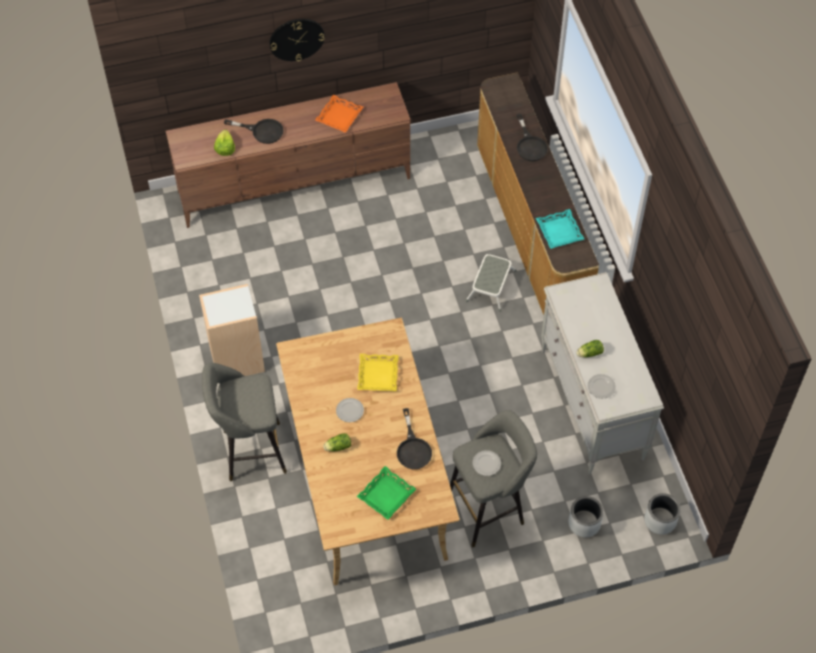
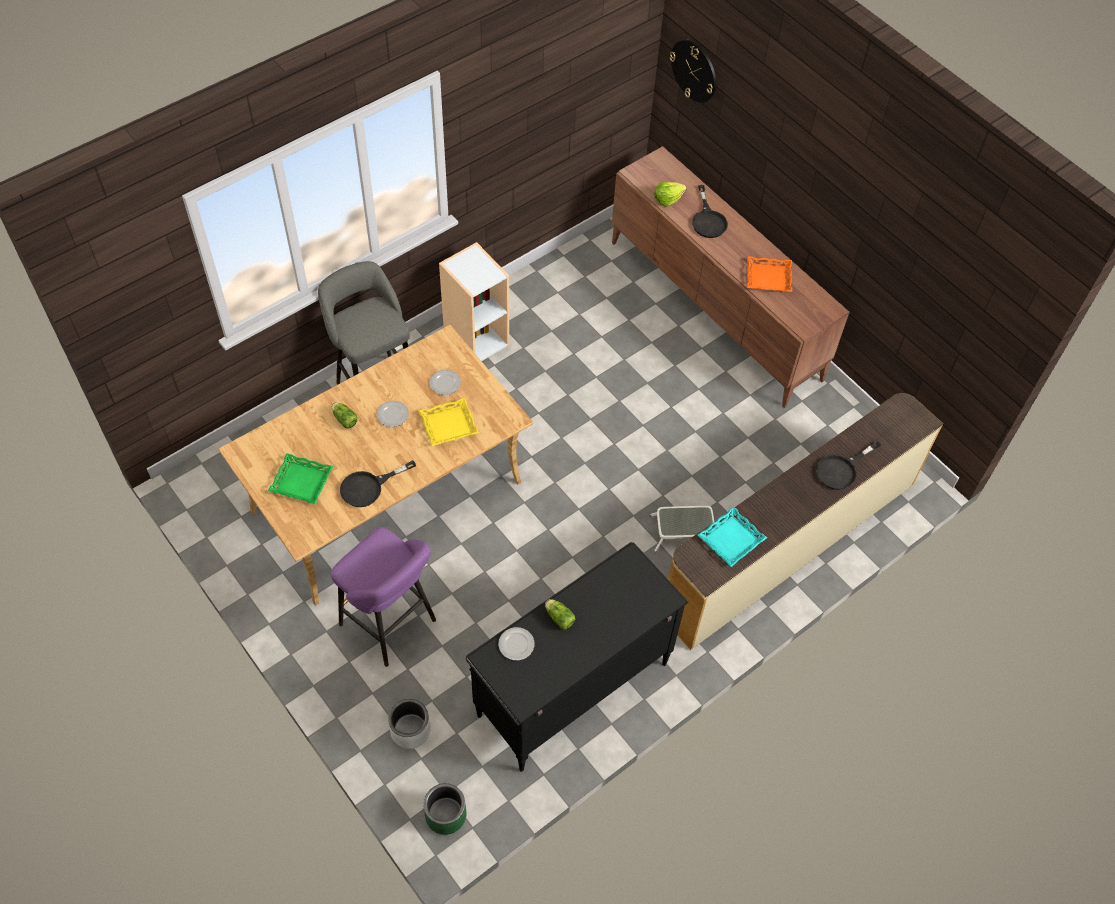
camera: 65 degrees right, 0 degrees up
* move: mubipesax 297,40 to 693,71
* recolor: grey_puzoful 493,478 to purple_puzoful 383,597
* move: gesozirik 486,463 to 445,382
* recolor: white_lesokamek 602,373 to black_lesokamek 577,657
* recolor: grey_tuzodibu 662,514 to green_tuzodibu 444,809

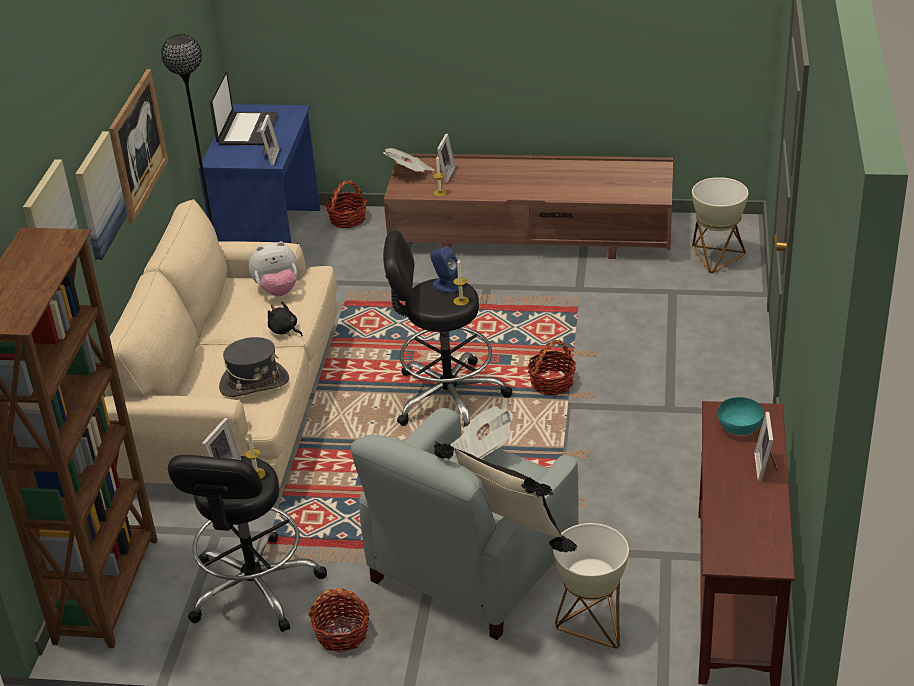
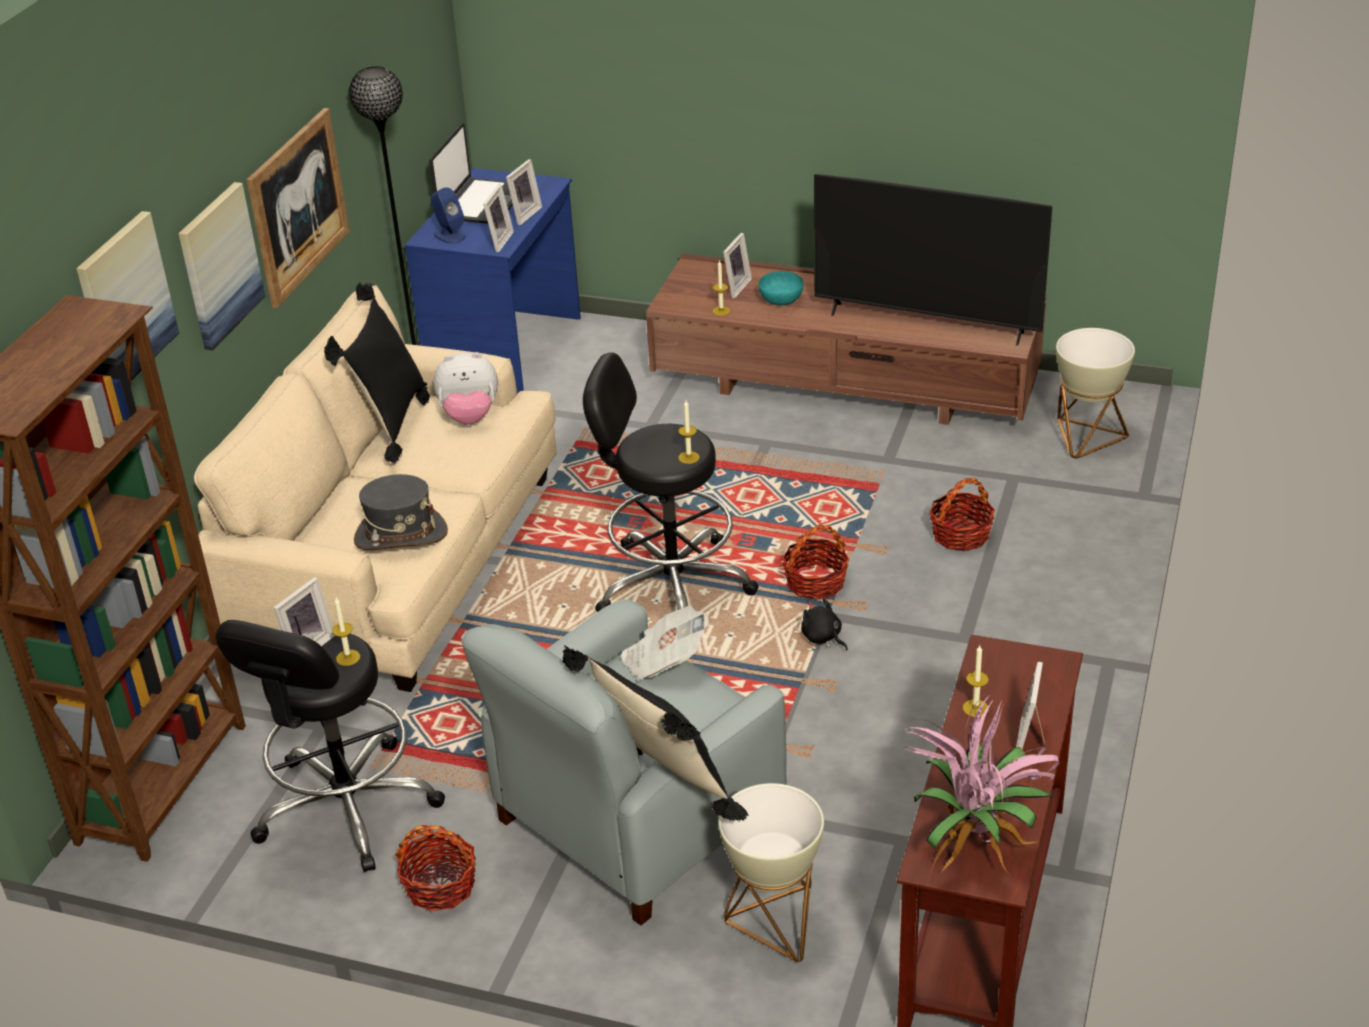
camera: 10 degrees right, 0 degrees up
* move: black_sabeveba 285,318 to 824,624
* move: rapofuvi 346,204 to 962,514
* delete: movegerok 409,160
* move: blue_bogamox 444,269 to 448,215
* move: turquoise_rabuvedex 741,416 to 781,288
* insert: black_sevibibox 377,373
* insert: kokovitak 524,192
* insert: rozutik 933,260
* insert: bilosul 982,783
* insert: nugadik 976,681

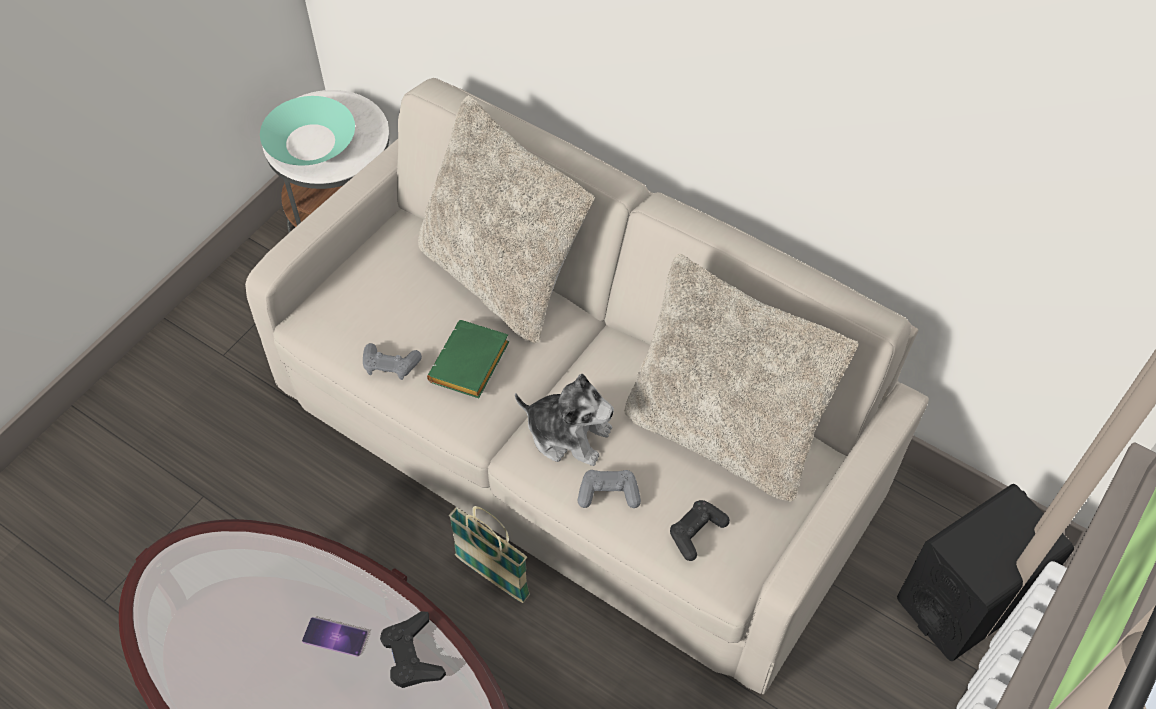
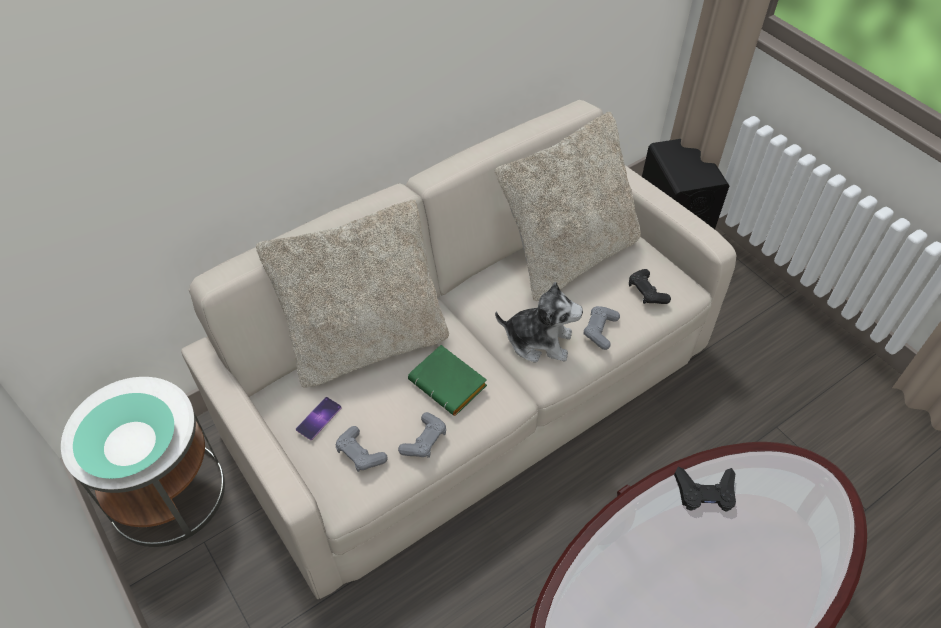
camera: 70 degrees left, 5 degrees down
* move: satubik 335,637 to 319,418
* delete: rapofuvi 489,554
* rotate: sabeveba 564,420 = 539,322 60 degrees clockwise
* insert: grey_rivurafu 361,449

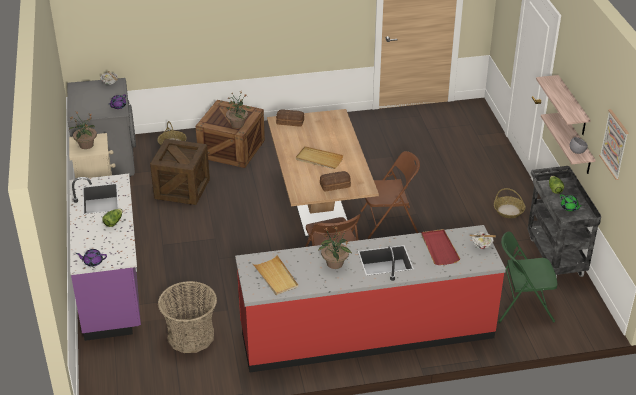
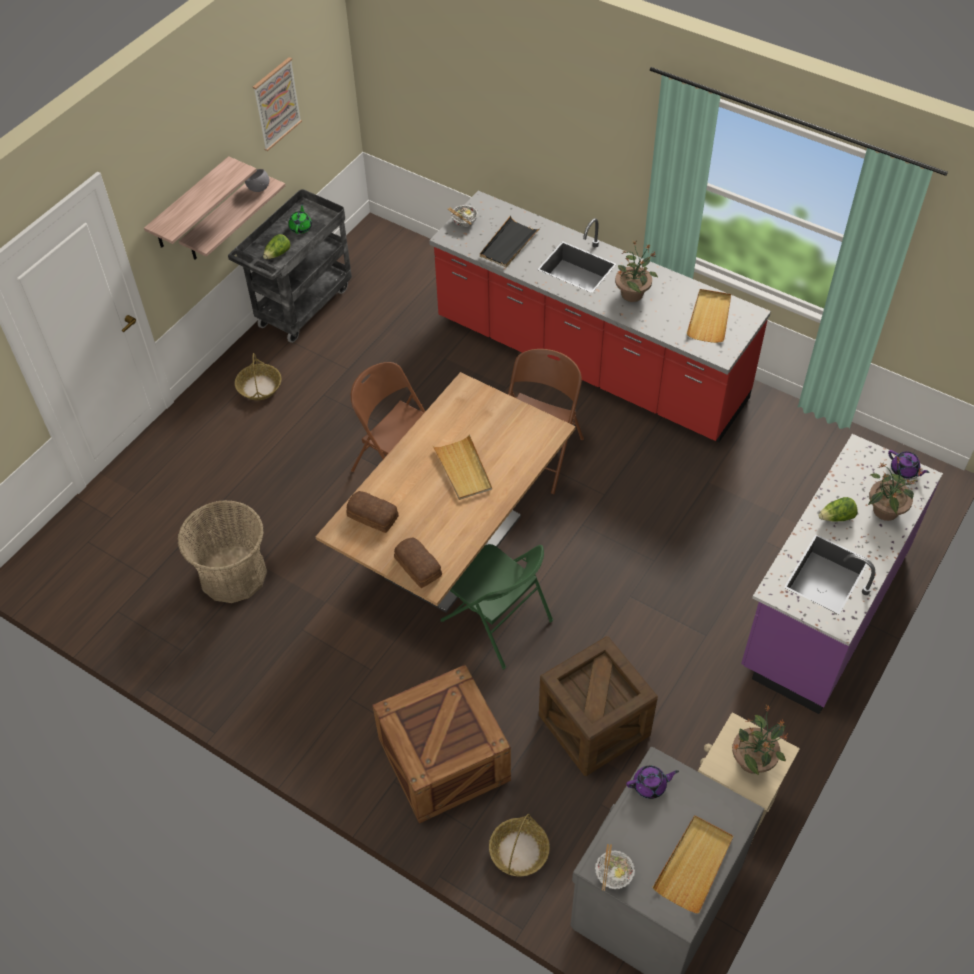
camera: 135 degrees left, 15 degrees up
* move: rapofuvi 187,317 to 222,551
* move: bilosul 238,109 to 895,488
* move: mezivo 335,181 to 373,512
* recolor: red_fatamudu 440,247 to black_fatamudu 510,242
* move: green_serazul 527,277 to 496,607
* insert: beige_fatamudu 692,864

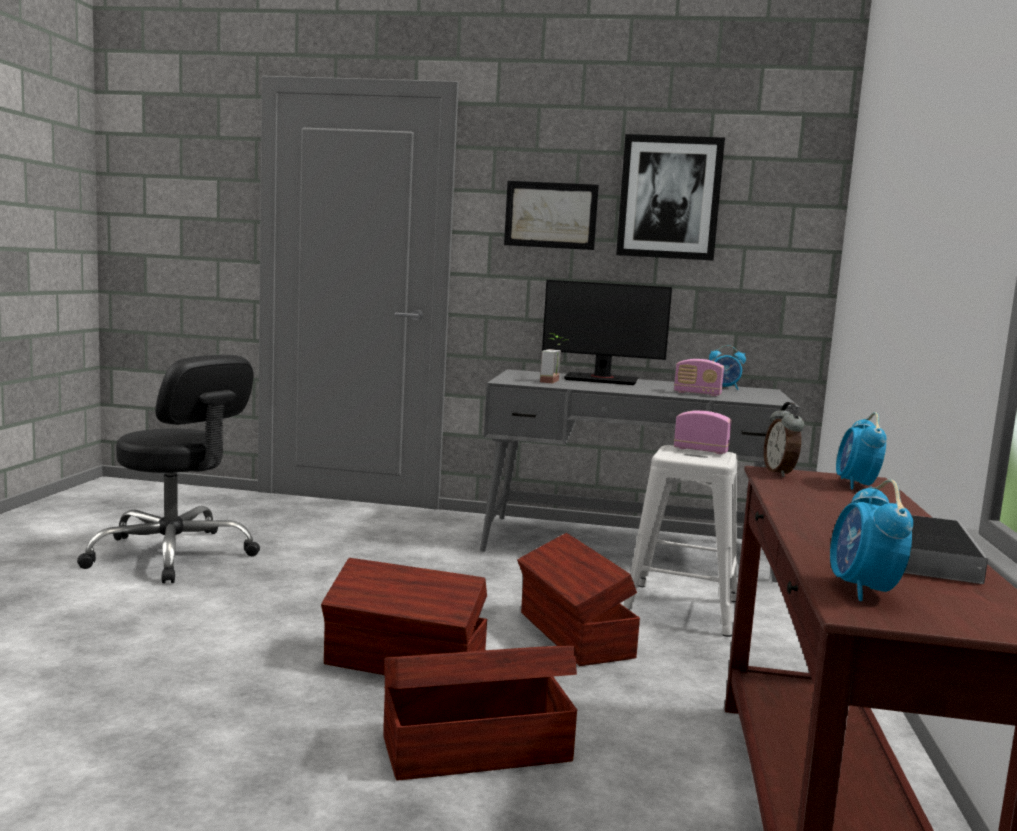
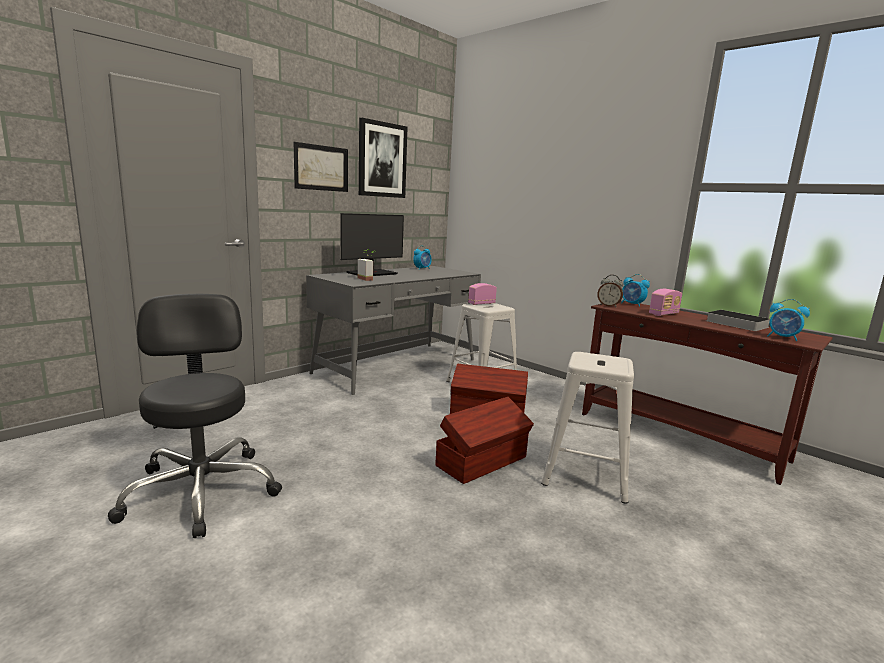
camera: 55 degrees left, 5 degrees up
* rotate: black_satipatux 168,469 = 195,416 90 degrees counterclockwise
* replace: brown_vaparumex 480,713 to white_puzoful 587,428
* move: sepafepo 699,377 to 665,302

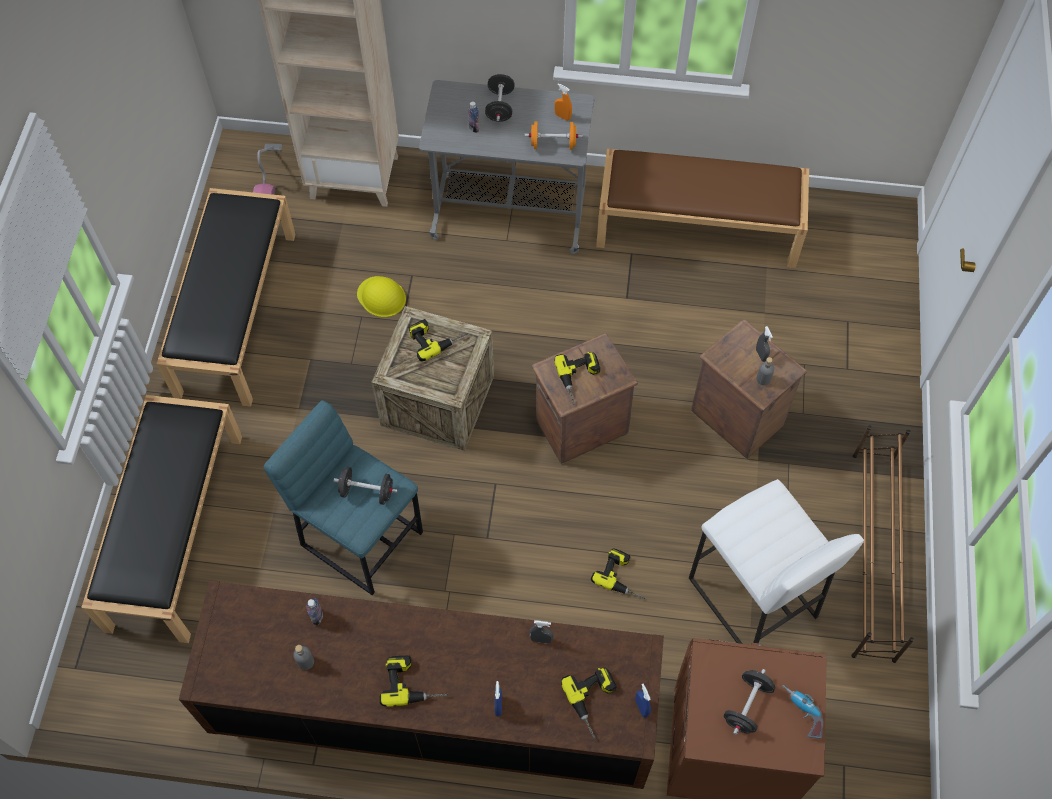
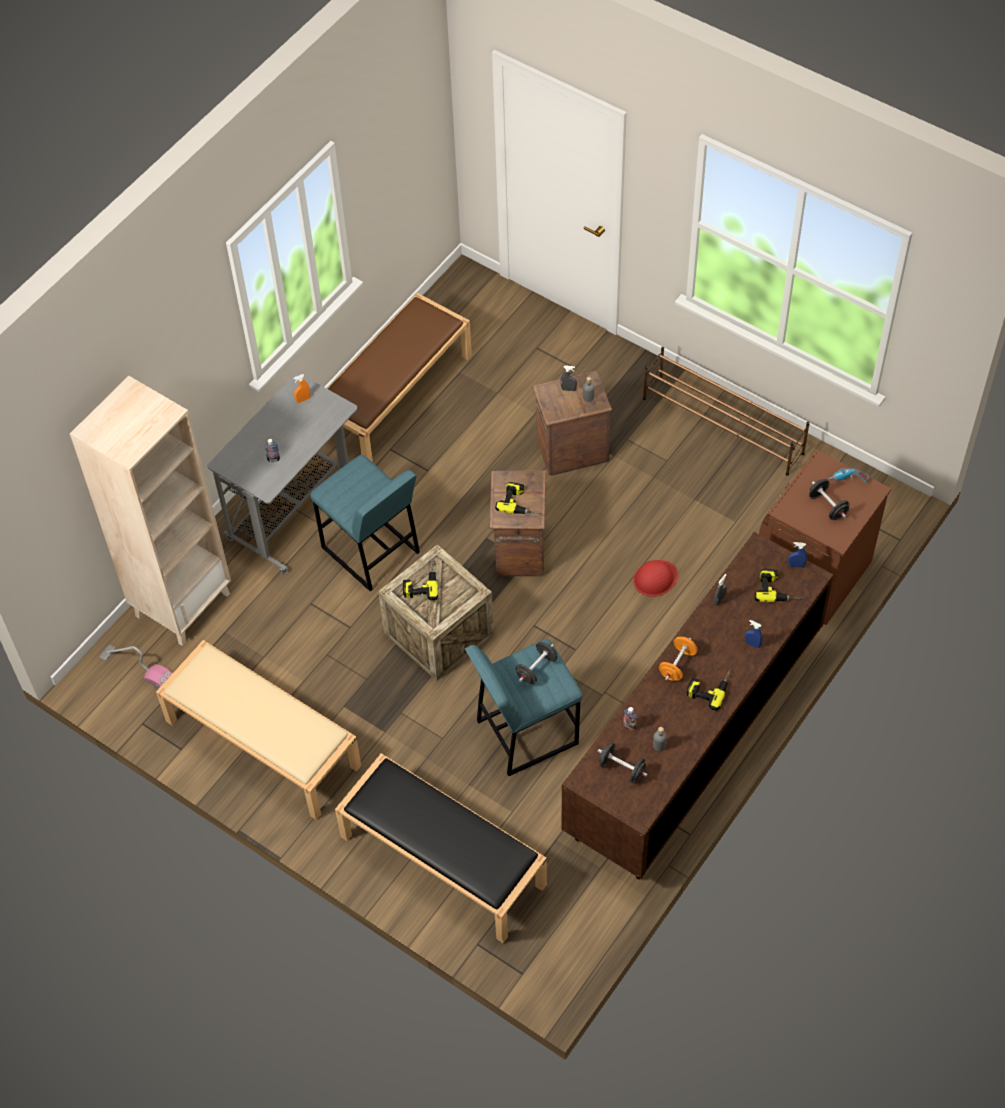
camera: 60 degrees left, 5 degrees down
* recolor: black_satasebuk 226,297 to beige_satasebuk 258,730
* delete: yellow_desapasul 381,296
* move: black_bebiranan 500,98 to 623,763
* move: orange_bebiranan 553,135 to 678,659
* replace: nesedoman 618,574 to red_desapasul 655,578
* delete: white_puzoful 776,561
* insert: blue_puzoful 365,523

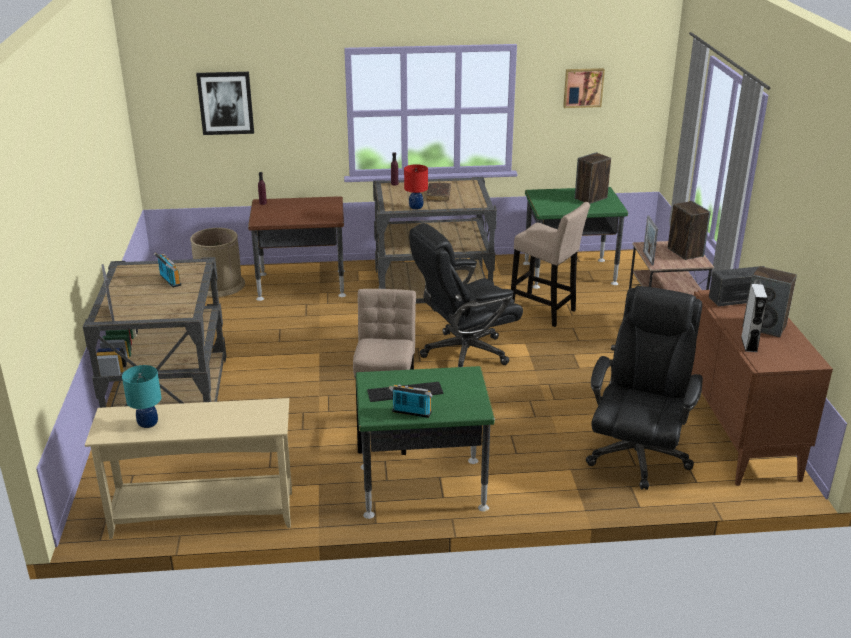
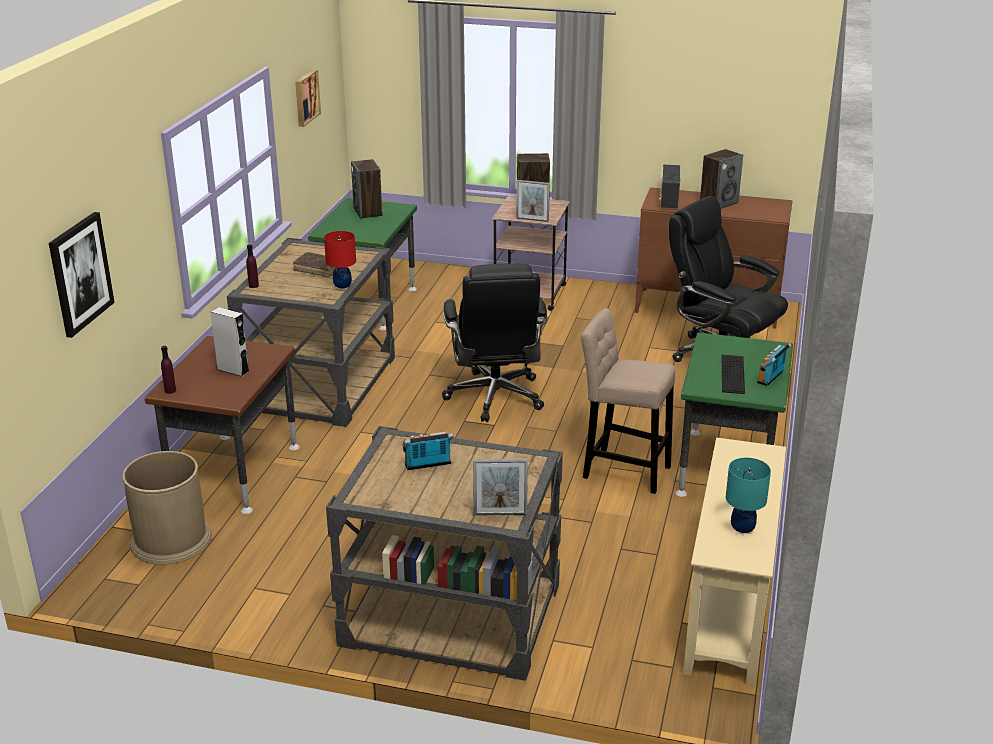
camera: 70 degrees left, 0 degrees up
* delete: beige_puzoful 550,264
* move: grey_bogamox 754,318 to 230,342

